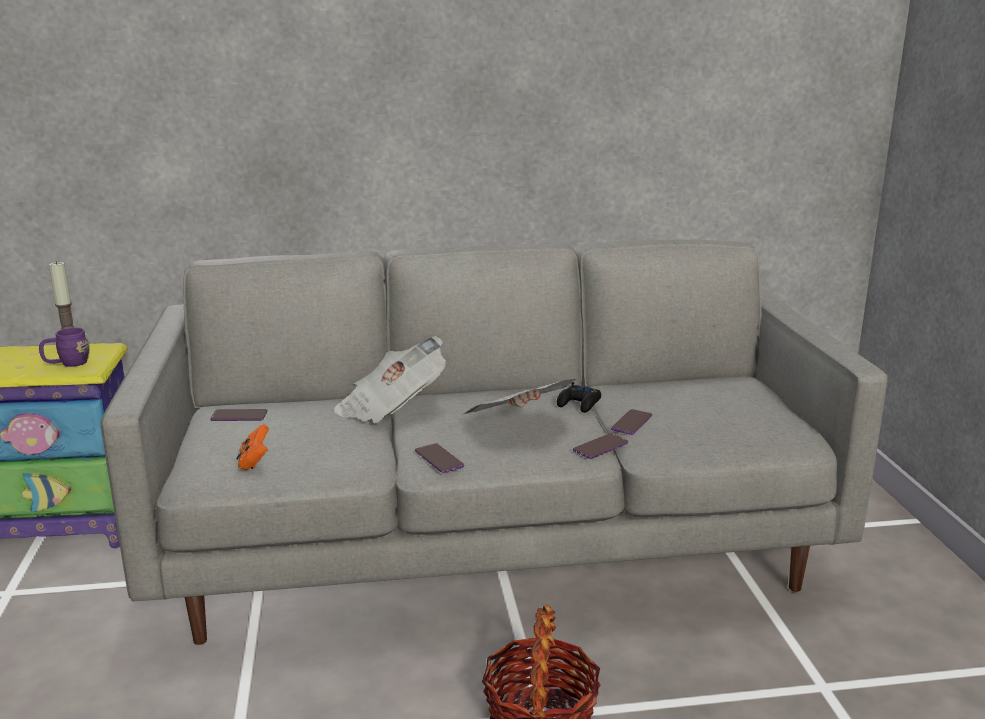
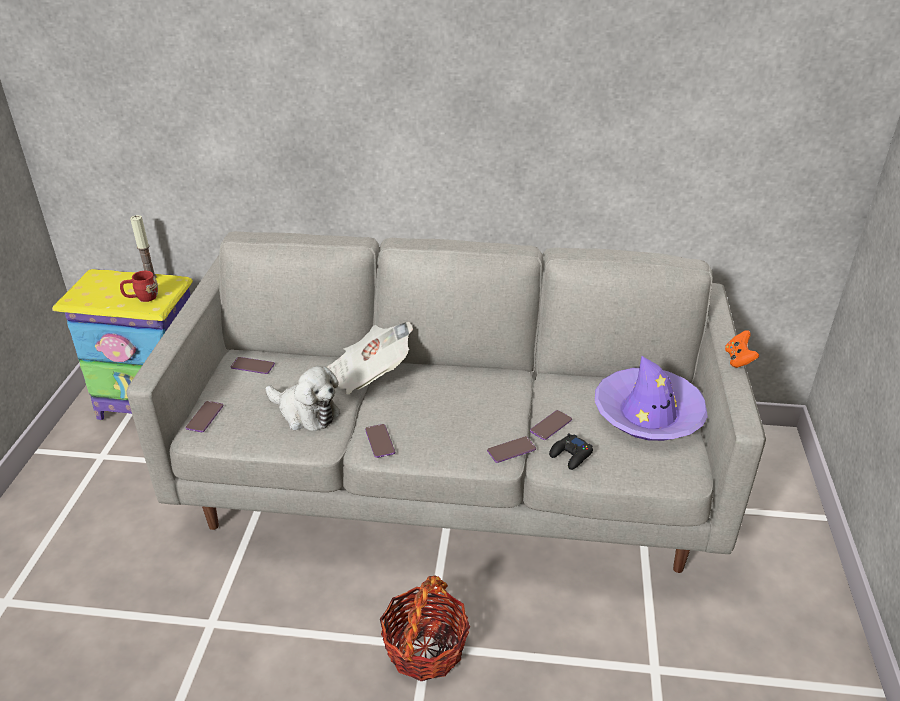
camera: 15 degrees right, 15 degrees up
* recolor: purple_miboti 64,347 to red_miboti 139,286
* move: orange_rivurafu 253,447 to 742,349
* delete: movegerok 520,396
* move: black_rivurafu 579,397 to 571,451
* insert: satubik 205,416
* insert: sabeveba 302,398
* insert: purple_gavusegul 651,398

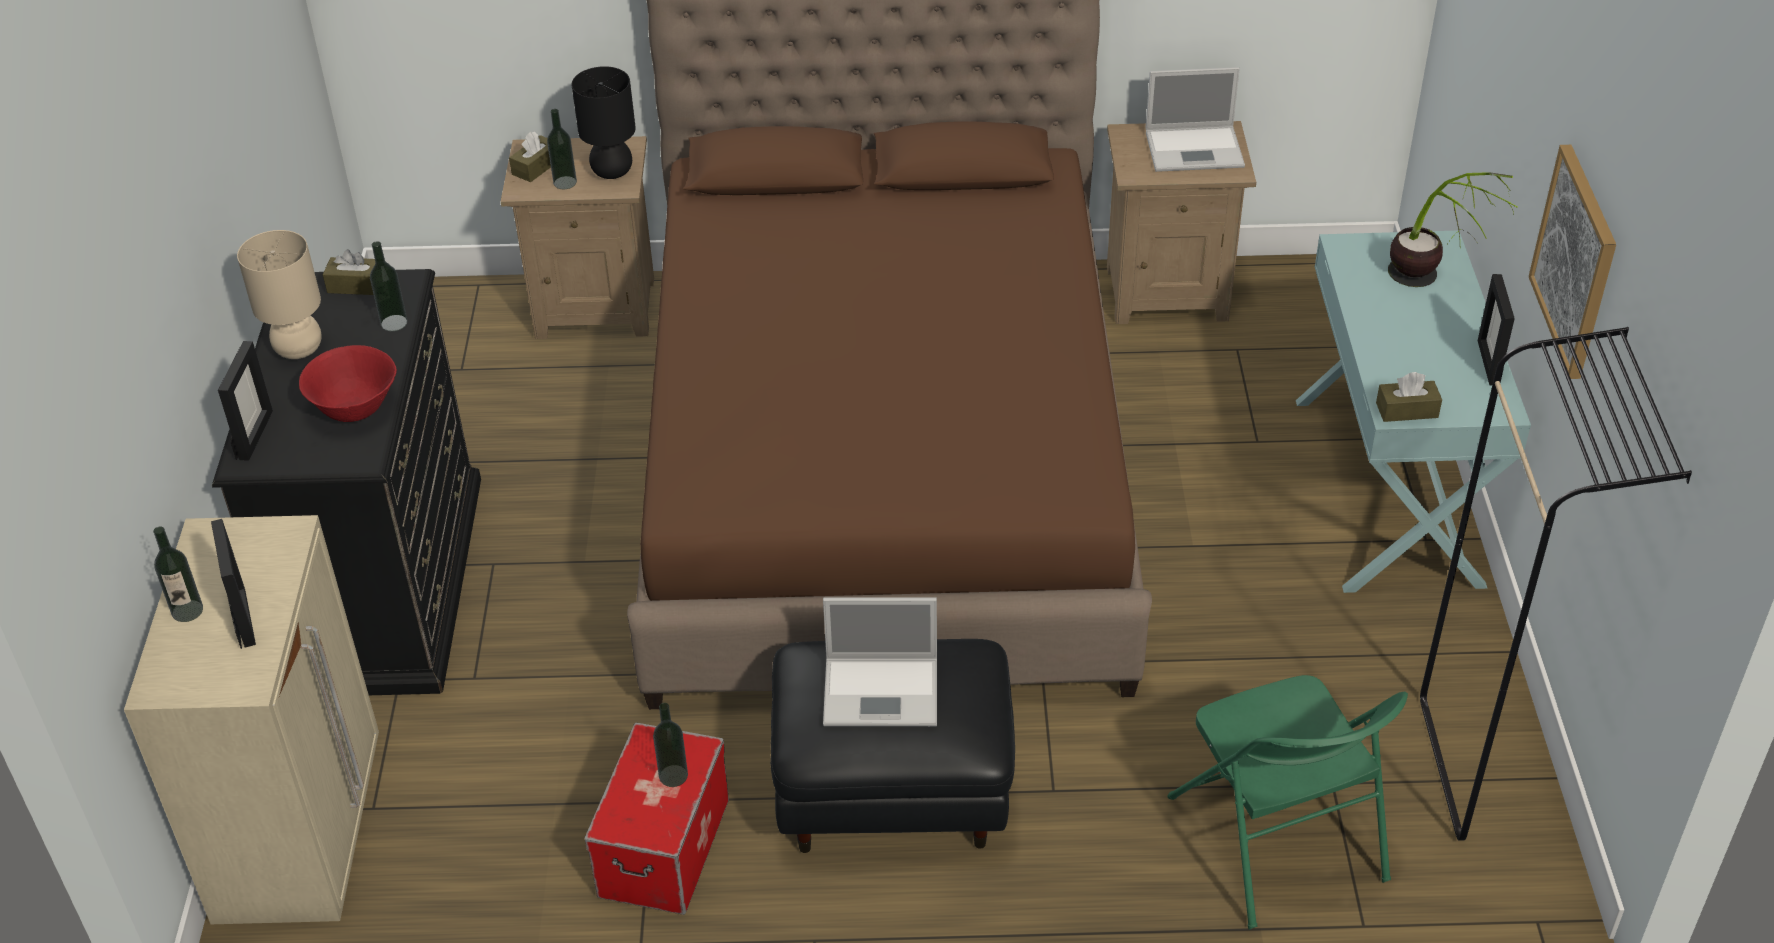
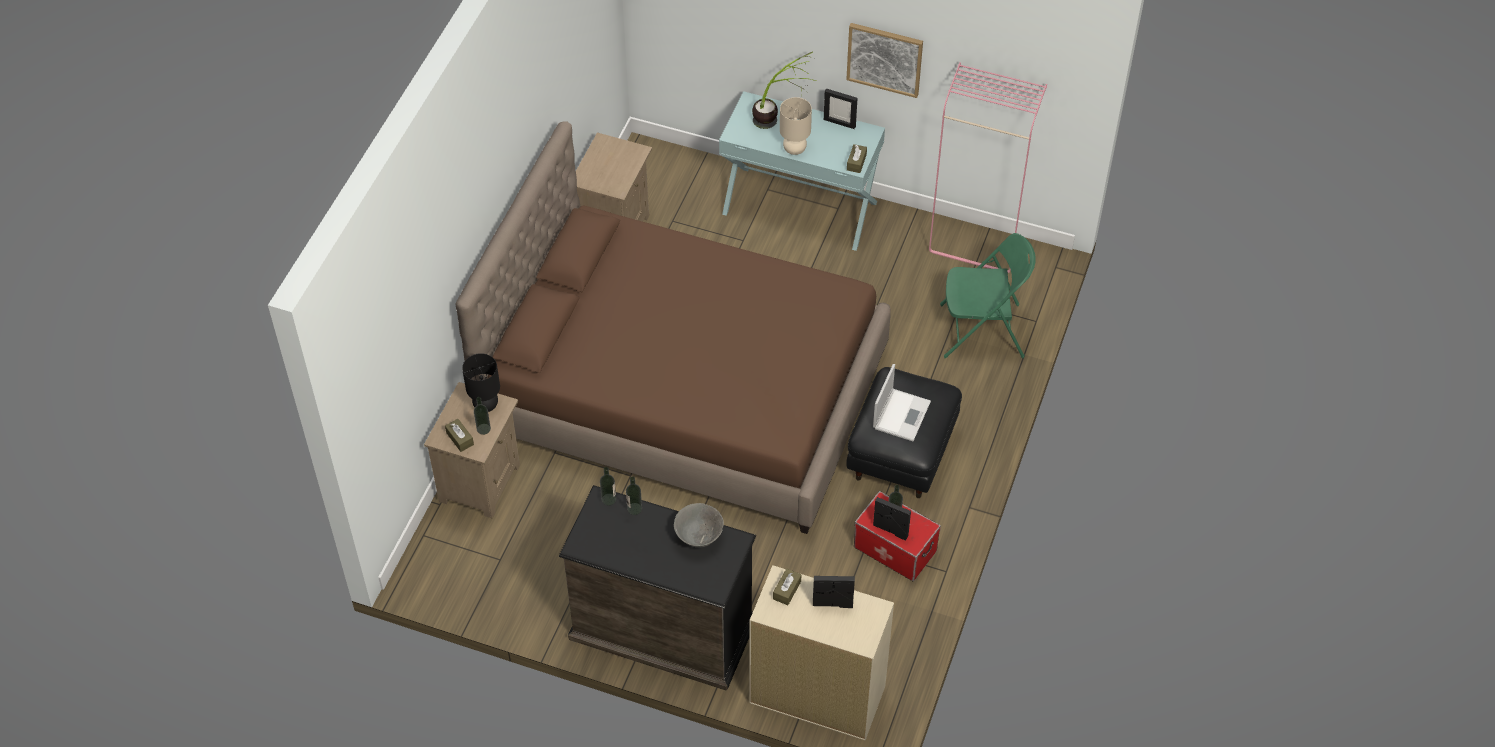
camera: 70 degrees left, 10 degrees up
* move: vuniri 178,574 to 608,486
* move: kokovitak 245,401 to 892,519
* move: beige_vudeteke 279,294 to 796,126
* recolor: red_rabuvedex 348,383 to grey_rabuvedex 699,525
* move: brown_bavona 349,272 to 787,586
* delete: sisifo 1195,119
* recolor: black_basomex 1556,584 to pink_basomex 988,167

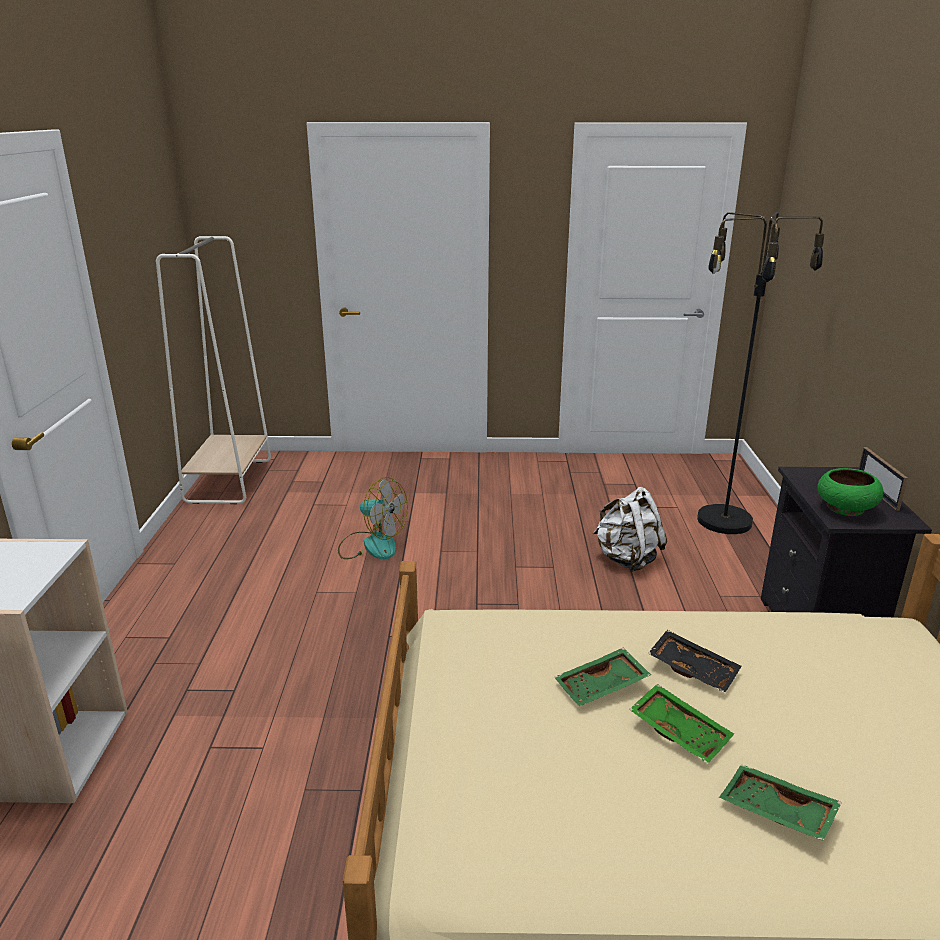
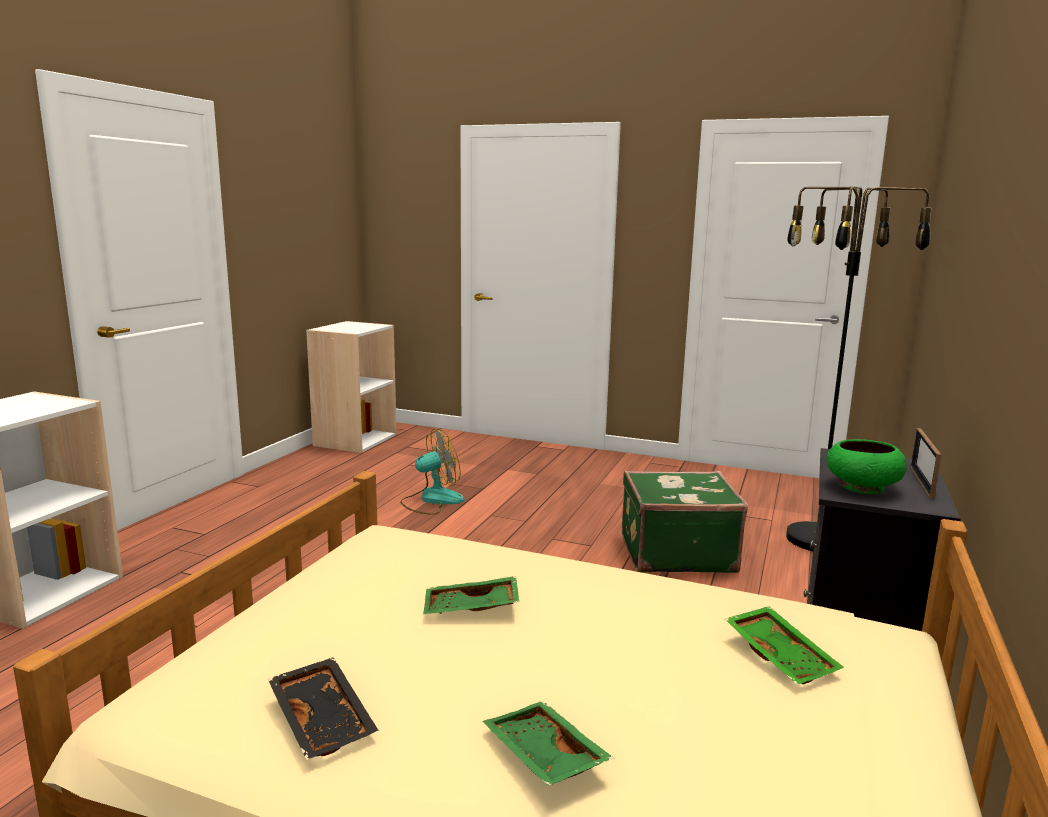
camera: 20 degrees right, 10 degrees down
* replace: basomex 213,370 to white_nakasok 351,387
* rotate: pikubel 373,518 = 432,472 75 degrees counterclockwise
* replace: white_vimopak 630,529 to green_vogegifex 685,522
* move: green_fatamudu 681,724 to 784,645
* move: black_fatamudu 695,661 to 323,708

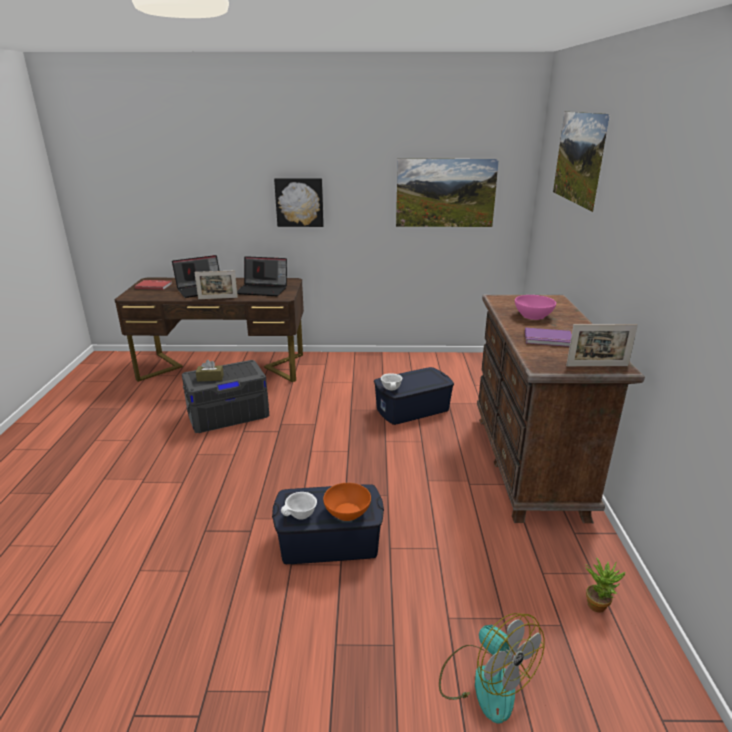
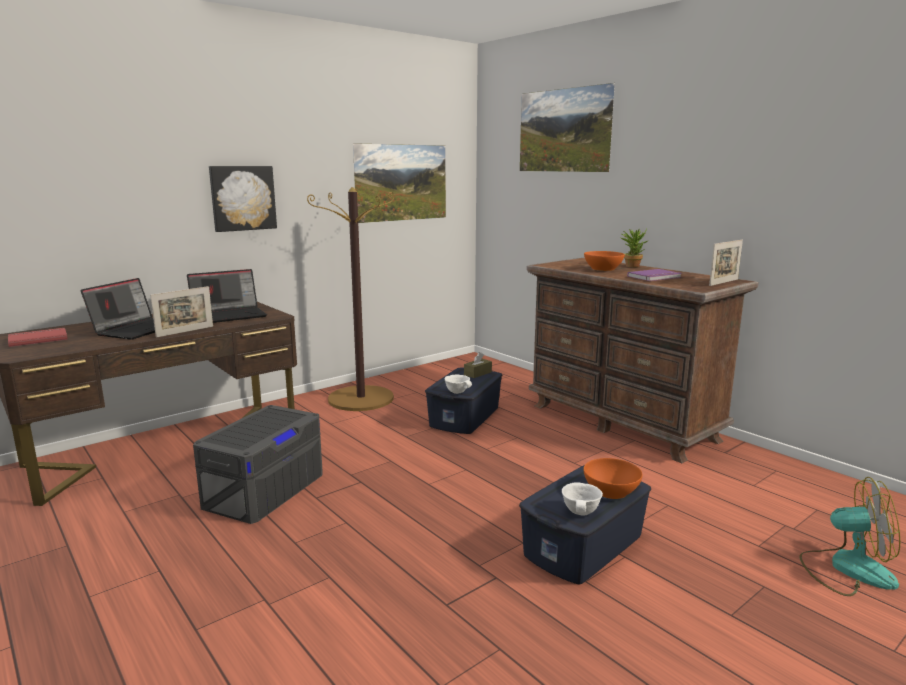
camera: 40 degrees left, 10 degrees down
* move: brown_bavona 210,371 to 478,365
* recolor: pink_rabuvedex 535,307 to orange_rabuvedex 604,261
* move: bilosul 605,585 to 634,247
* insert: brown_basomex 350,299

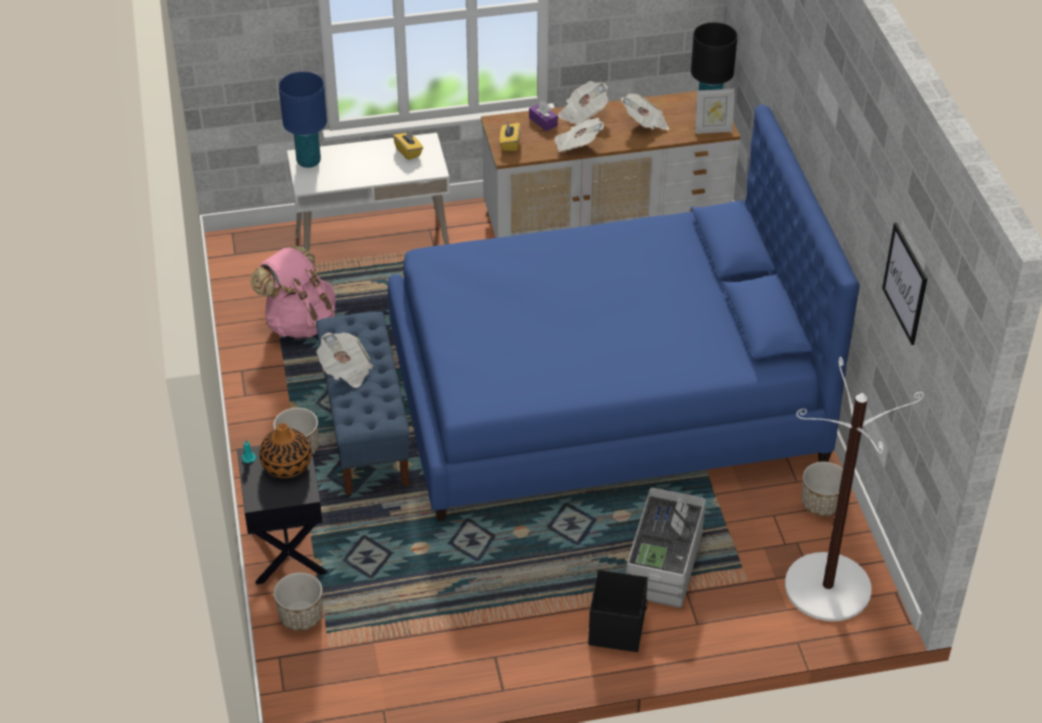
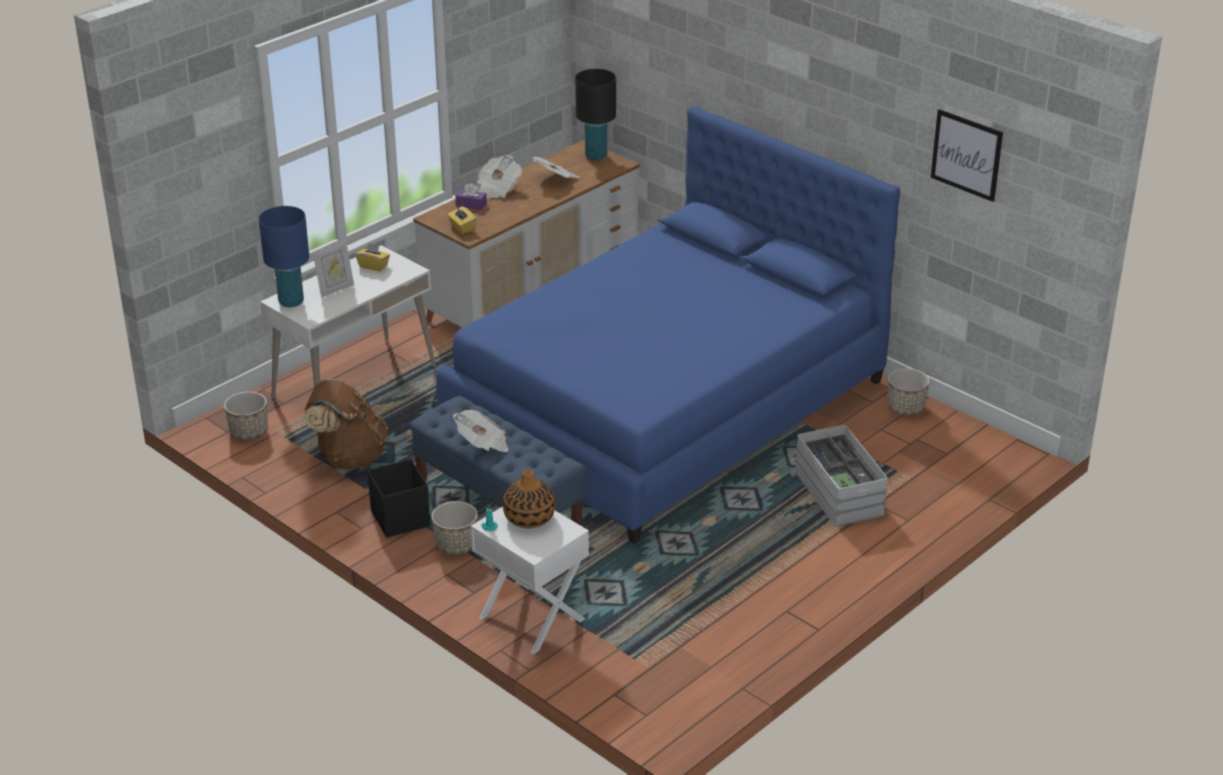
camera: 35 degrees left, 10 degrees down
* recolor: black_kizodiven 282,511 to white_kizodiven 530,580
* recolor: pink_vimopak 292,291 to brown_vimopak 346,424
* move: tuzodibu 298,601 to 246,416
* delete: movegerok 579,135
* move: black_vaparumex 618,611 to 398,498
* move: kokovitak 715,111 to 333,269
* delete: white_basomex 854,489

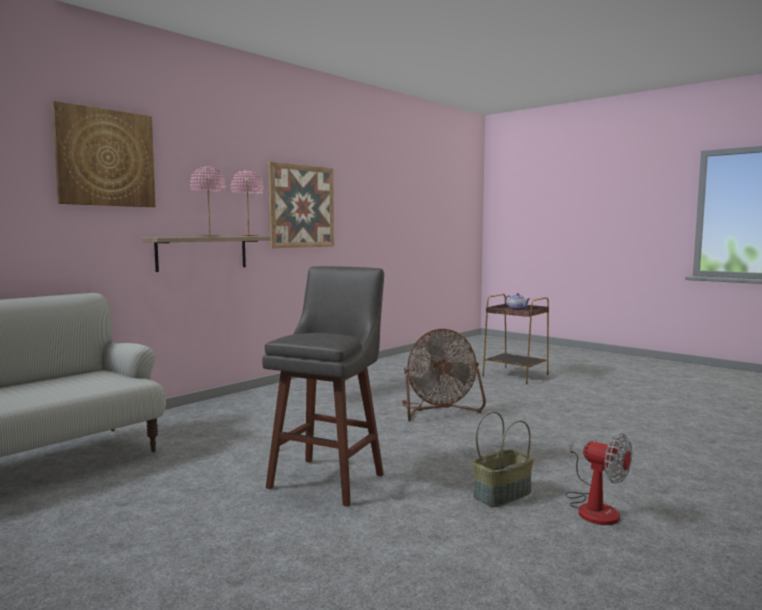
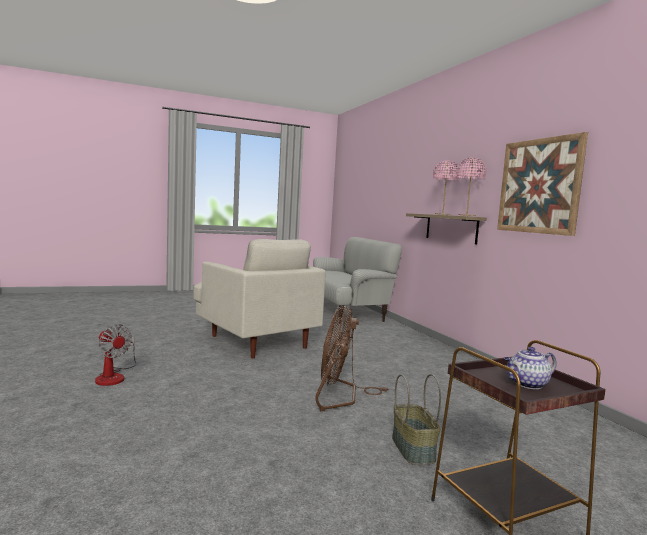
camera: 115 degrees right, 0 degrees up
* delete: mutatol 103,154
* replace: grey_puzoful 323,386 to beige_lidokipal 259,298
* move: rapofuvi 503,459 to 416,419
* rotate: pikubel 599,479 = 116,355 120 degrees counterclockwise

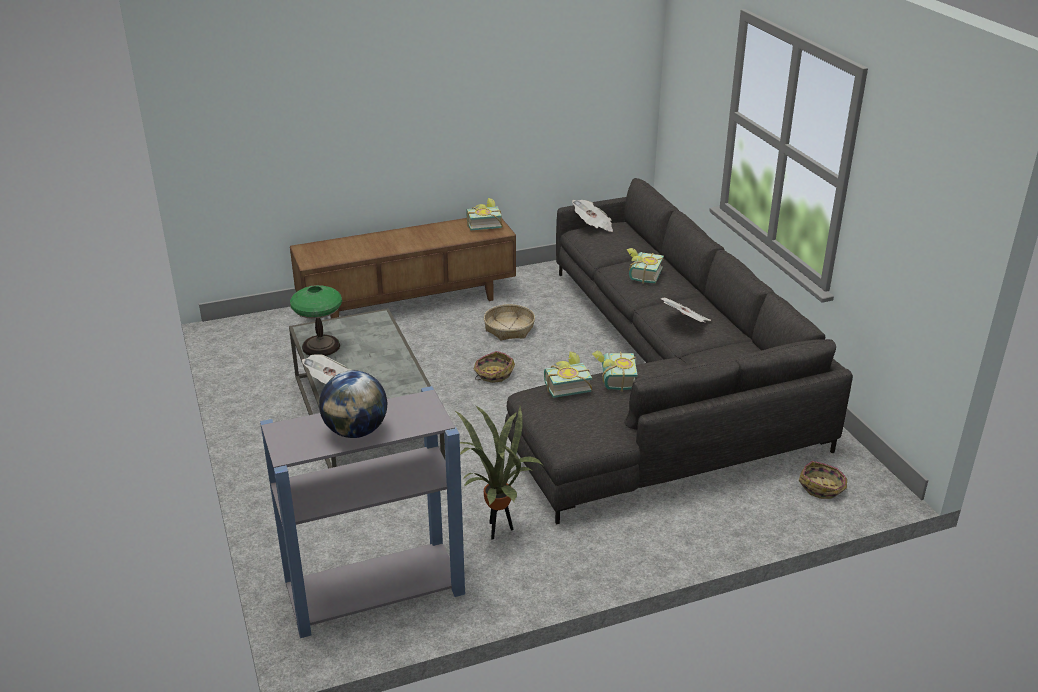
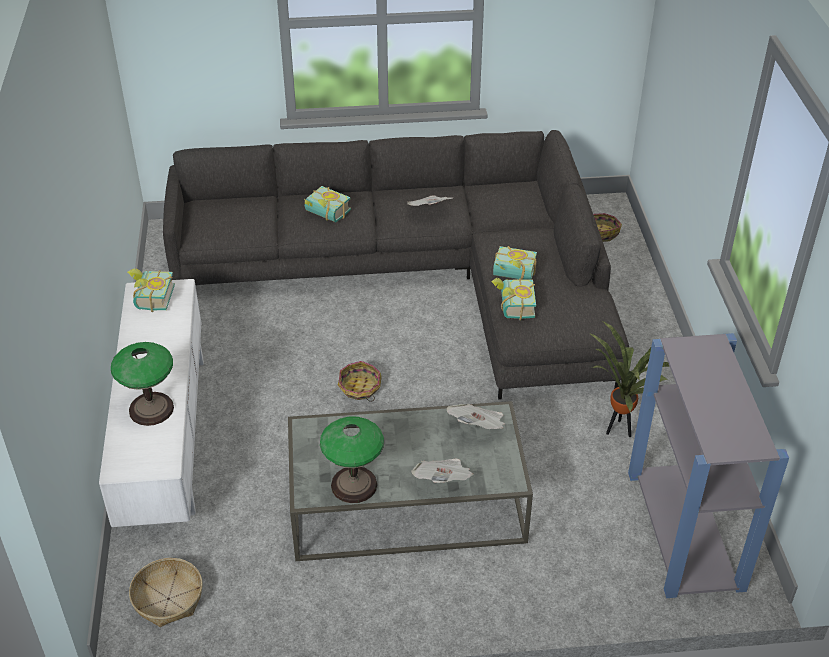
camera: 75 degrees left, 10 degrees up
* recolor: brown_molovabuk 403,268 to white_molovabuk 151,403
* delete: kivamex 353,404
* move: rapofuvi 509,322 to 166,592
* move: movegerok 592,216 to 476,416
* insert: vudeteke 142,384

